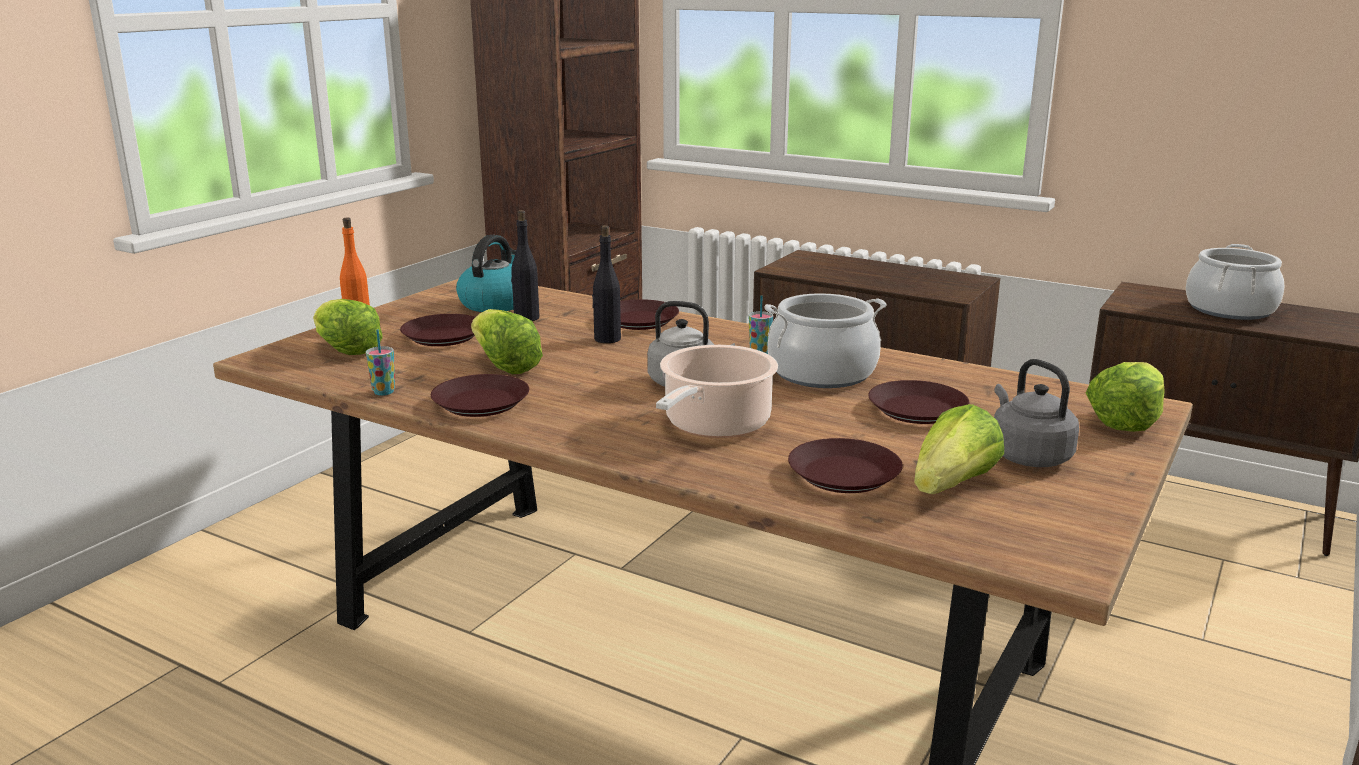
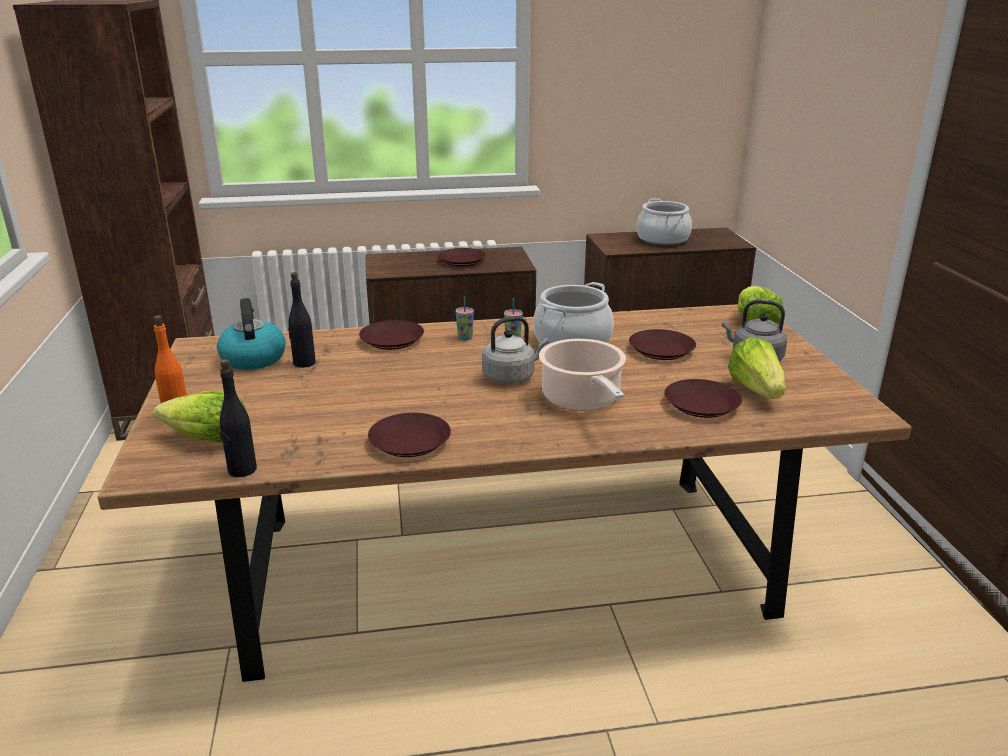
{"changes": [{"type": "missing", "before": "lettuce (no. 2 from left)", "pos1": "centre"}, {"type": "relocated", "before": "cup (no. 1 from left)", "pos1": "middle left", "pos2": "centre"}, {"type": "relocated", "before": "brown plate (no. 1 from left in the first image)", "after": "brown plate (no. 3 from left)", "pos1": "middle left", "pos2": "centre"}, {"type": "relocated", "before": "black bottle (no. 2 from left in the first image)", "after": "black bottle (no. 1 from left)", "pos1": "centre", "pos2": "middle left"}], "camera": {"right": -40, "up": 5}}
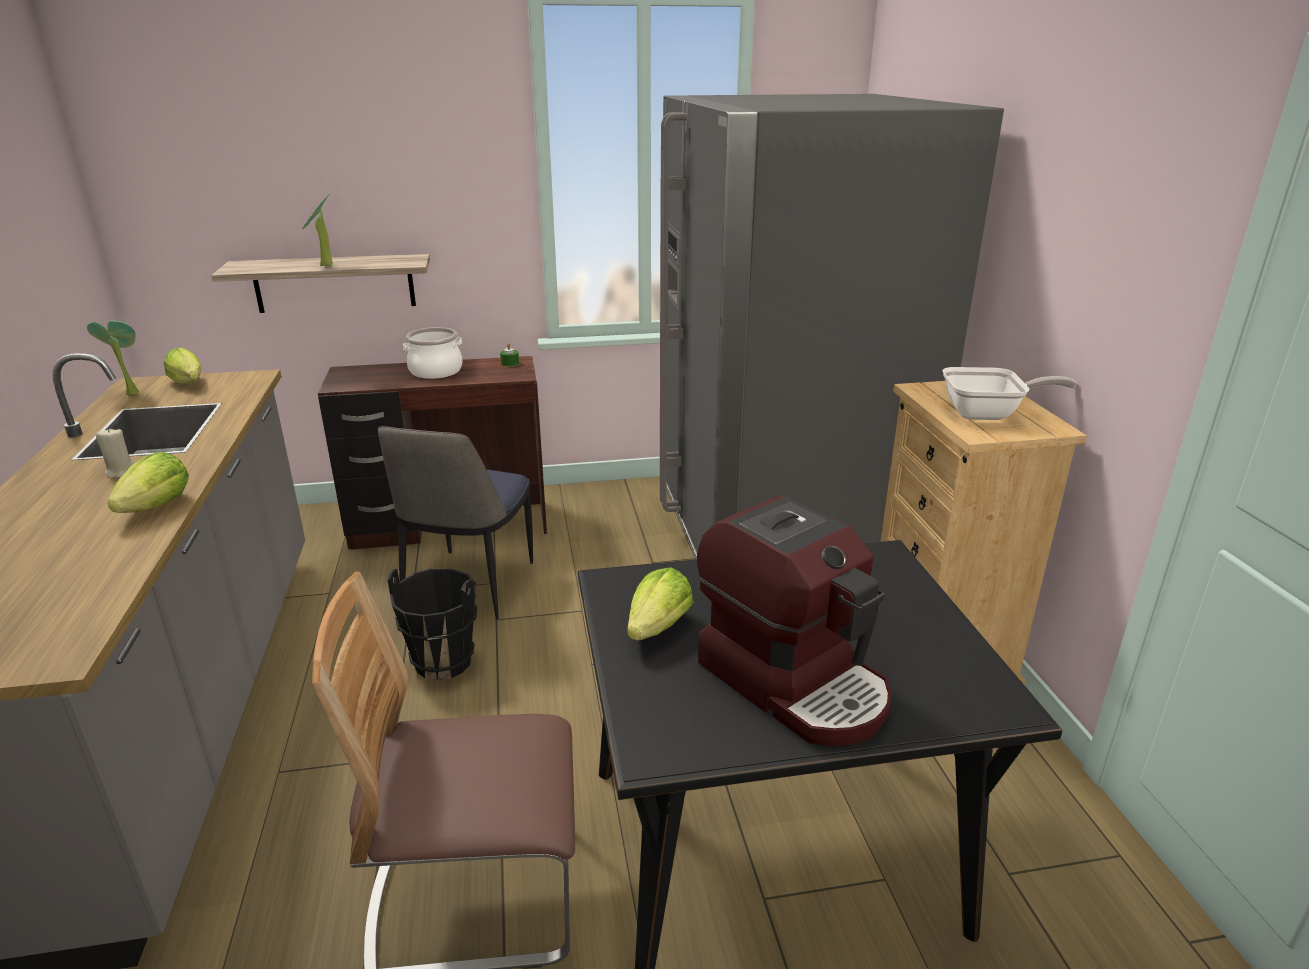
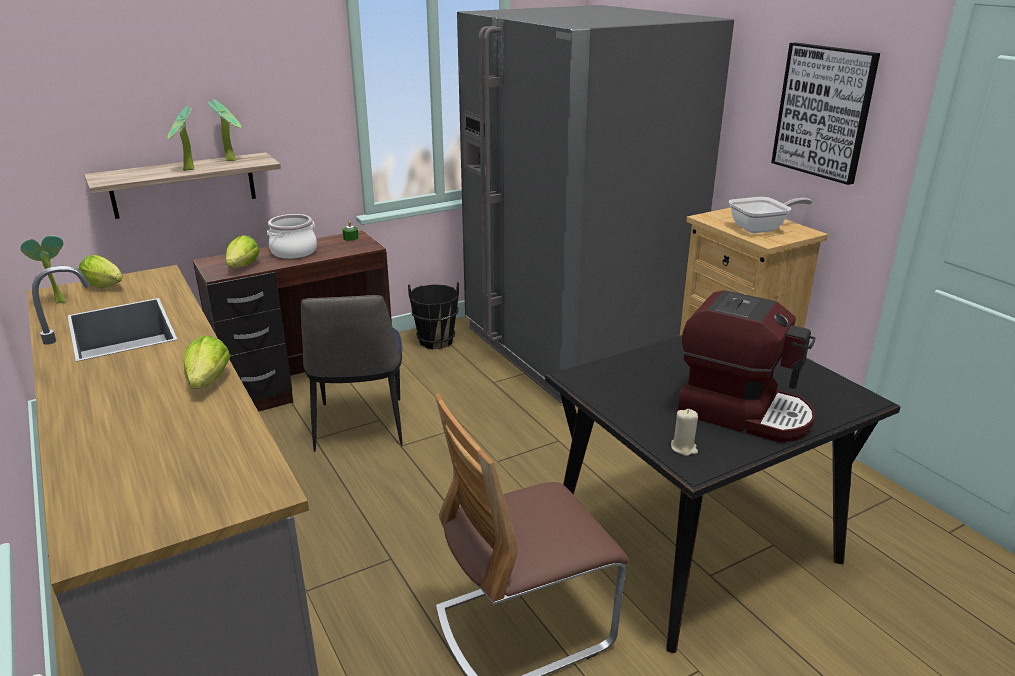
{"changes": [{"type": "appeared", "after": "potted plant (no. 3 from left)", "pos2": "top left"}, {"type": "appeared", "after": "picture", "pos2": "top right"}, {"type": "relocated", "before": "beige candle", "pos1": "middle left", "pos2": "middle right"}, {"type": "relocated", "before": "black bucket", "pos1": "middle left", "pos2": "centre"}, {"type": "relocated", "before": "lettuce (no. 3 from left)", "pos1": "centre", "pos2": "middle left"}], "camera": {"right": -20, "up": 0}}
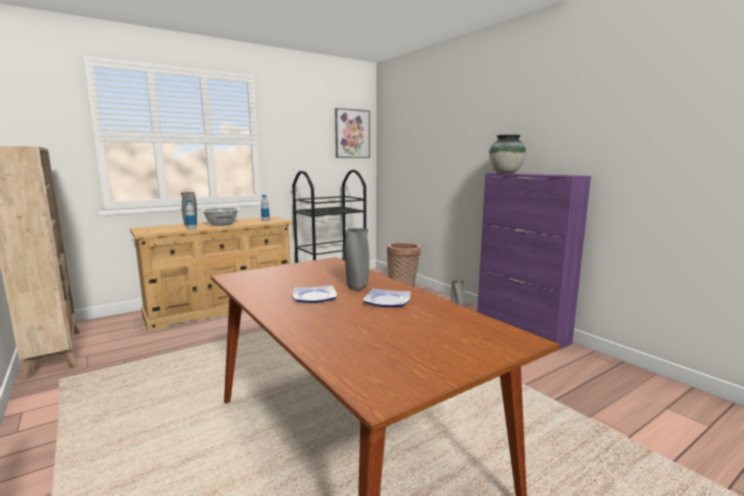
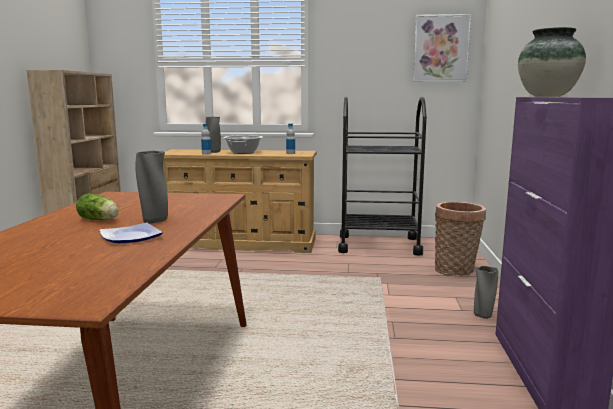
{"changes": [{"type": "exchanged", "before": "plate (no. 1 from left)", "after": "lettuce", "pos1": "centre", "pos2": "middle left"}], "camera": {"right": 40, "up": 0}}
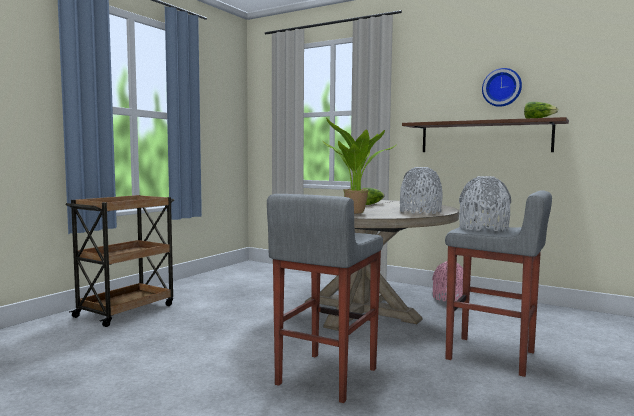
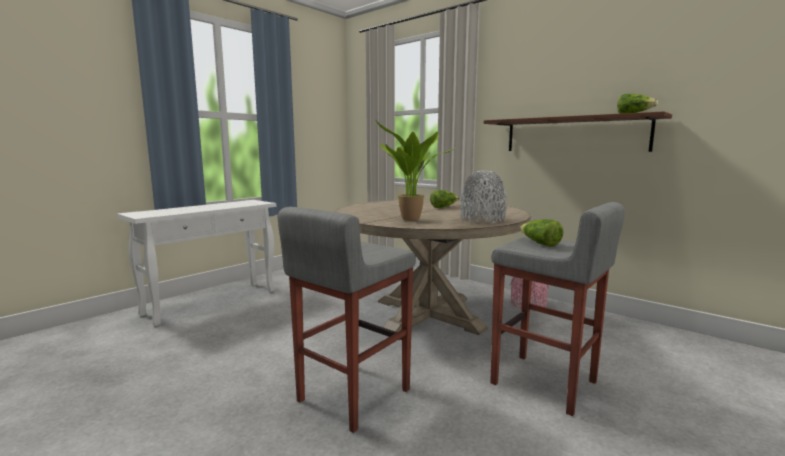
{"changes": [{"type": "missing", "before": "wall clock", "pos1": "top right"}, {"type": "exchanged", "before": "brown cart", "after": "white console table", "pos1": "middle left", "pos2": "middle left"}, {"type": "exchanged", "before": "grey vase (no. 2 from left)", "after": "lettuce (no. 2 from left)", "pos1": "middle right", "pos2": "middle right"}], "camera": {"right": 10, "up": 5}}
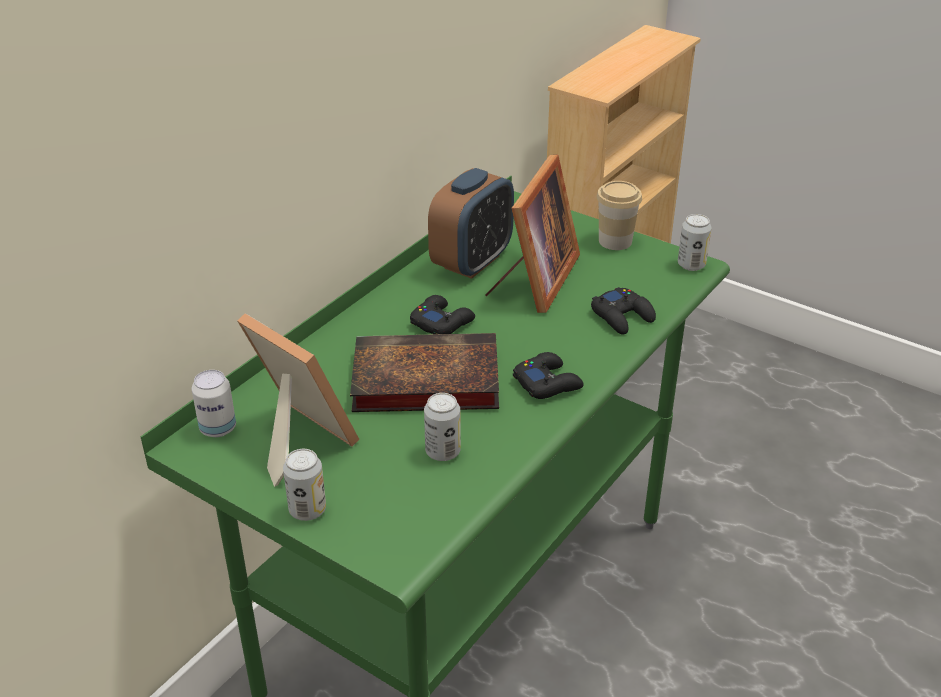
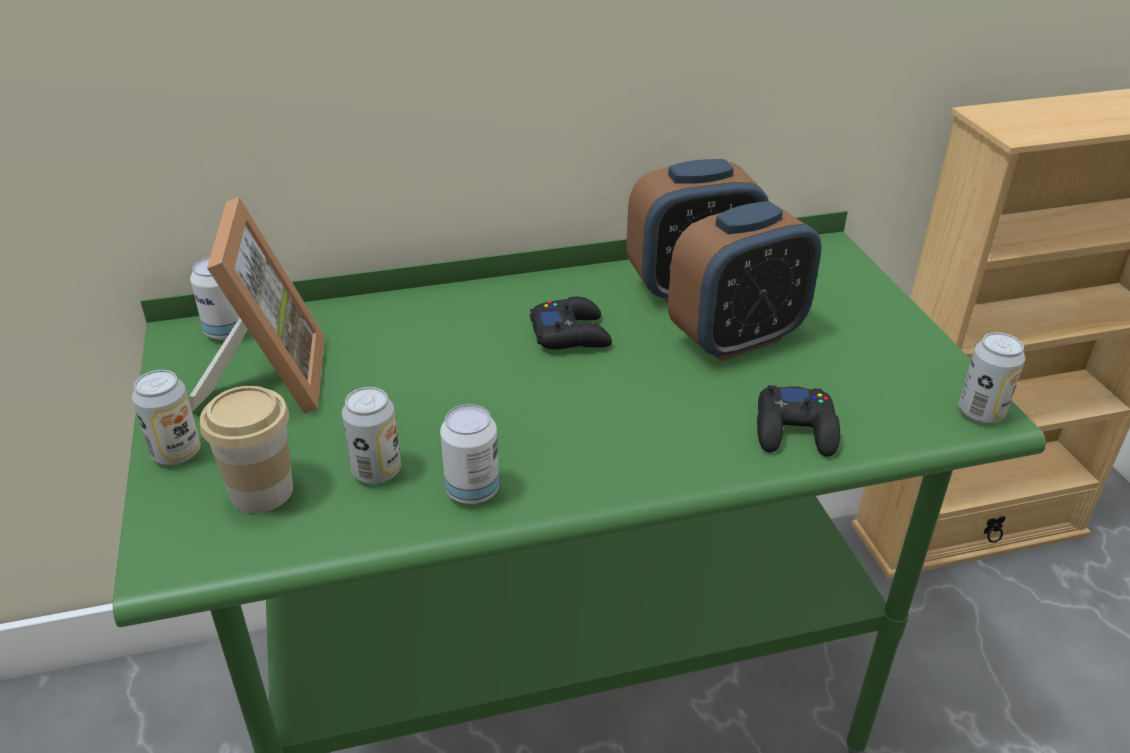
{"changes": [{"type": "missing", "before": "book", "pos1": "centre"}, {"type": "missing", "before": "black game controller (no. 2 from left)", "pos1": "centre"}, {"type": "appeared", "after": "can (no. 4 from left)", "pos2": "centre"}, {"type": "relocated", "before": "cup", "pos1": "top centre", "pos2": "middle left"}, {"type": "exchanged", "before": "picture frame (no. 2 from left)", "after": "alarm clock (no. 2 from left)", "pos1": "centre", "pos2": "centre"}], "camera": {"right": 40, "up": 0}}
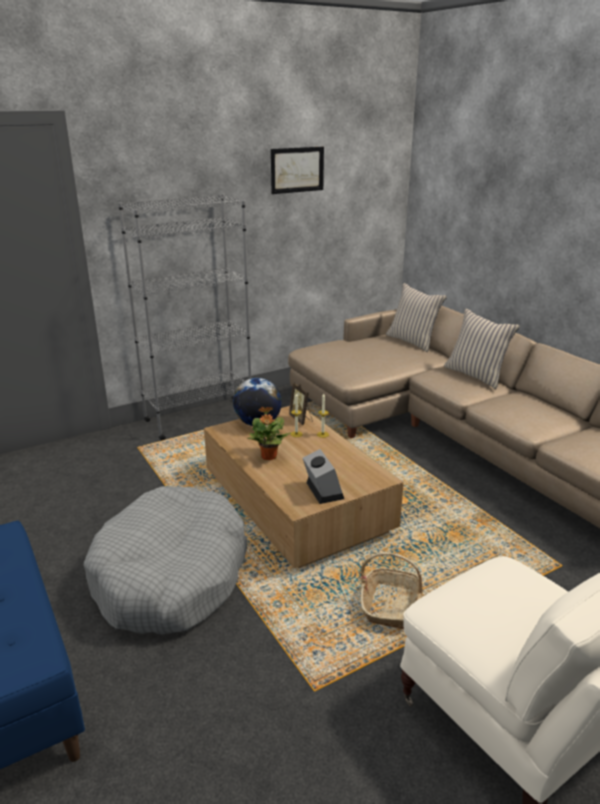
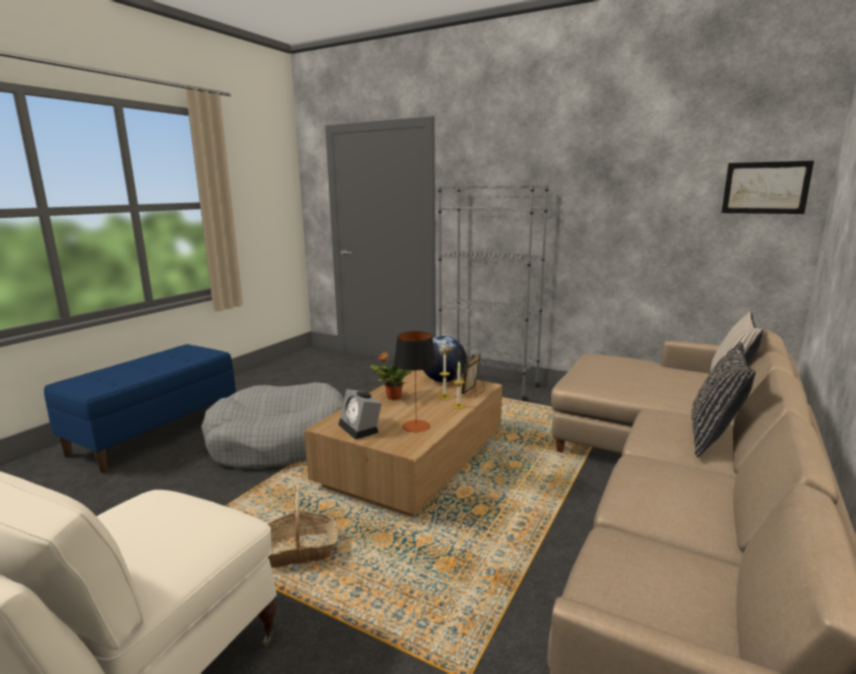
{"changes": [{"type": "appeared", "after": "table lamp", "pos2": "centre"}, {"type": "relocated", "before": "picture", "pos1": "top centre", "pos2": "top right"}, {"type": "colour", "before": "beige pillow (no. 2 from left)", "after": "black pillow", "pos1": "middle right", "pos2": "middle right"}, {"type": "spun", "before": "alarm clock", "pos1": "centre", "pos2": "centre", "turn": 105}], "camera": {"right": 60, "up": -10}}
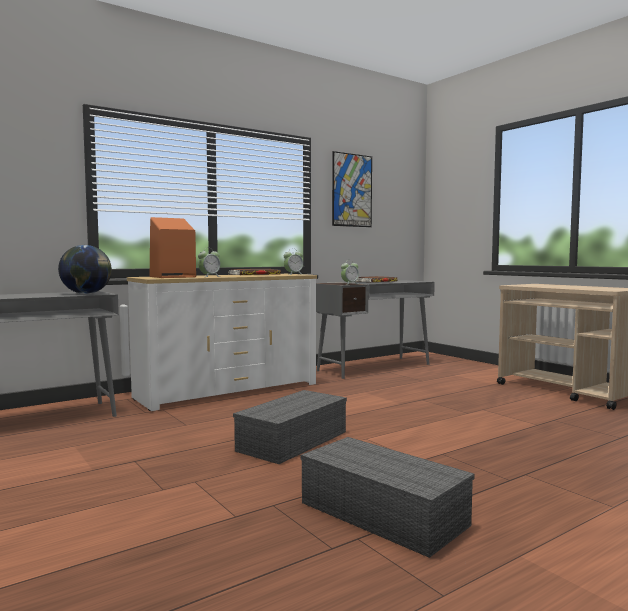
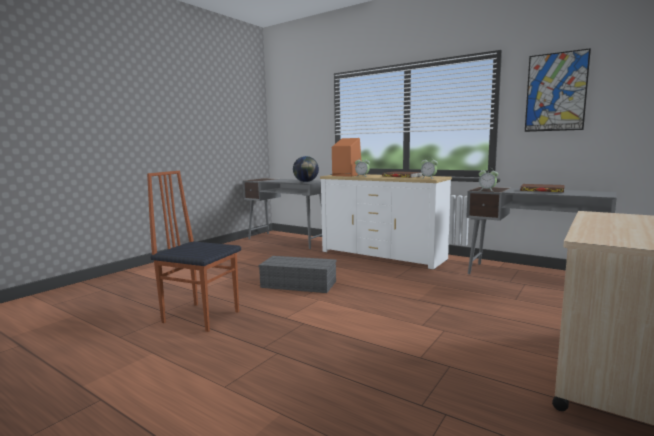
{"changes": [{"type": "exchanged", "before": "grey storage box (no. 2 from left)", "after": "chair", "pos1": "bottom centre", "pos2": "middle left"}], "camera": {"right": 70, "up": 5}}
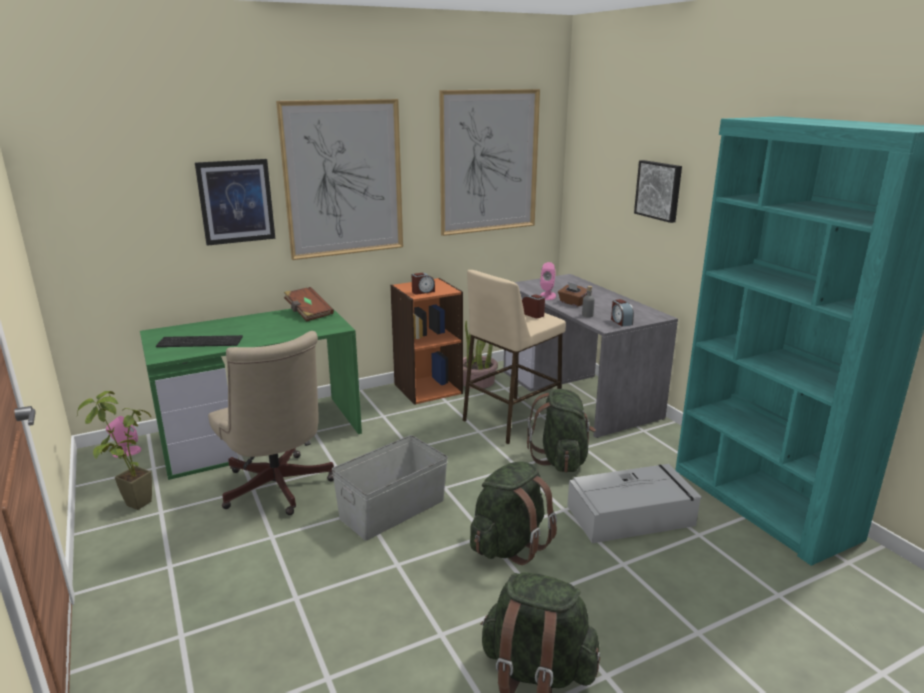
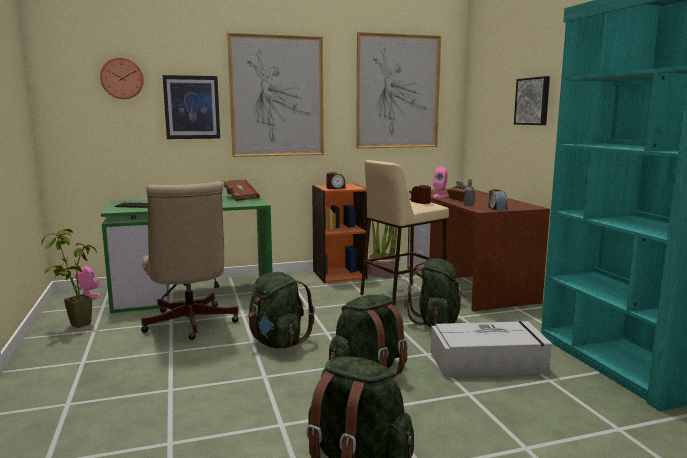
{"changes": [{"type": "appeared", "after": "wall clock", "pos2": "top left"}, {"type": "exchanged", "before": "grey storage box (no. 1 from left)", "after": "green backpack (no. 1 from left)", "pos1": "bottom centre", "pos2": "bottom centre"}, {"type": "colour", "before": "grey desk", "after": "brown desk", "pos1": "centre", "pos2": "middle right"}], "camera": {"right": 10, "up": -10}}
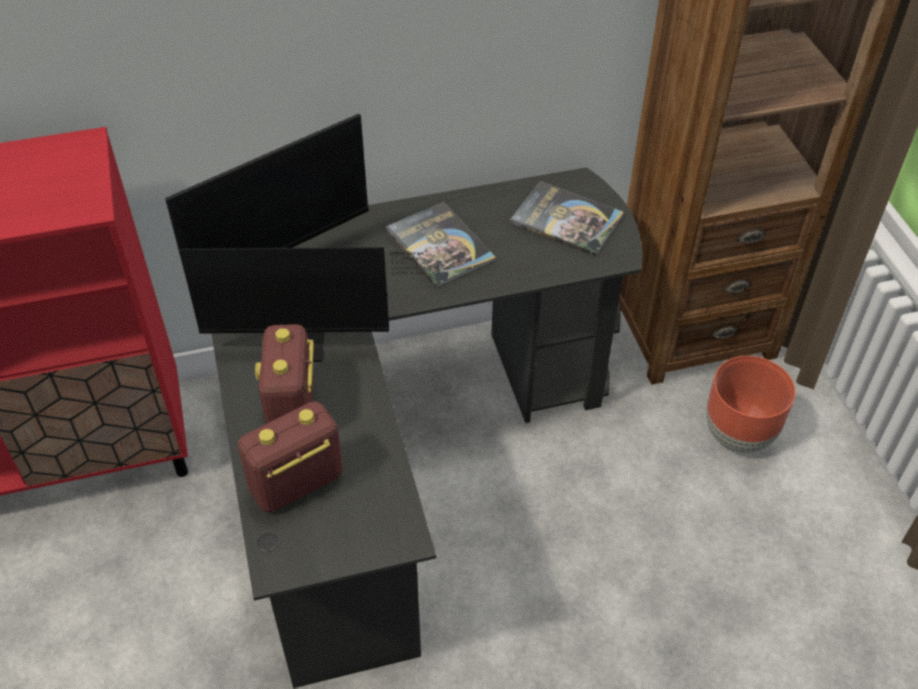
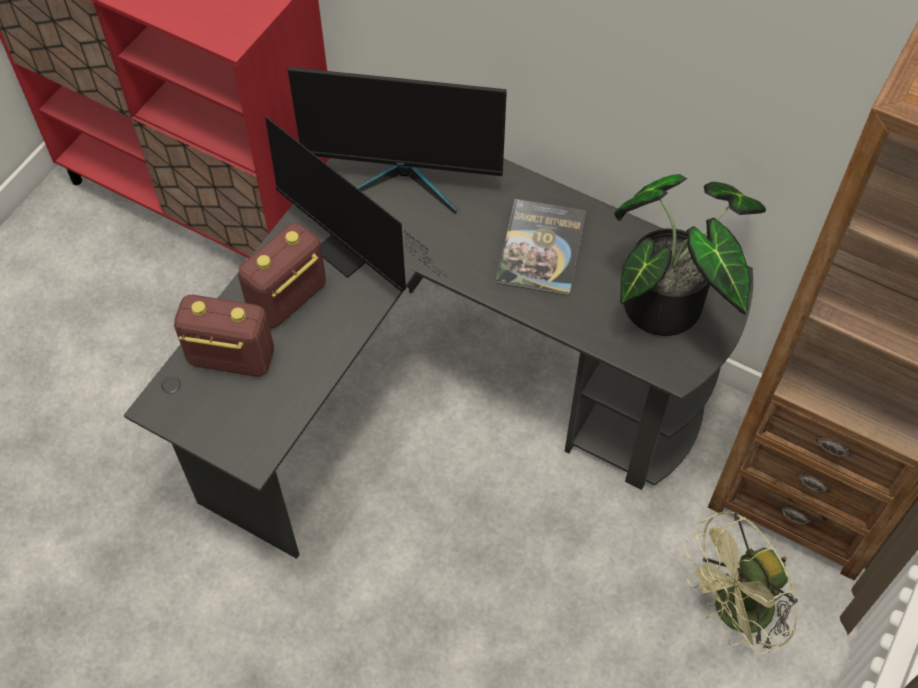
{"changes": [{"type": "exchanged", "before": "book (no. 2 from left)", "after": "potted plant", "pos1": "top centre", "pos2": "middle right"}, {"type": "exchanged", "before": "brown planter", "after": "green fan", "pos1": "middle right", "pos2": "bottom right"}], "camera": {"right": 45, "up": 10}}
